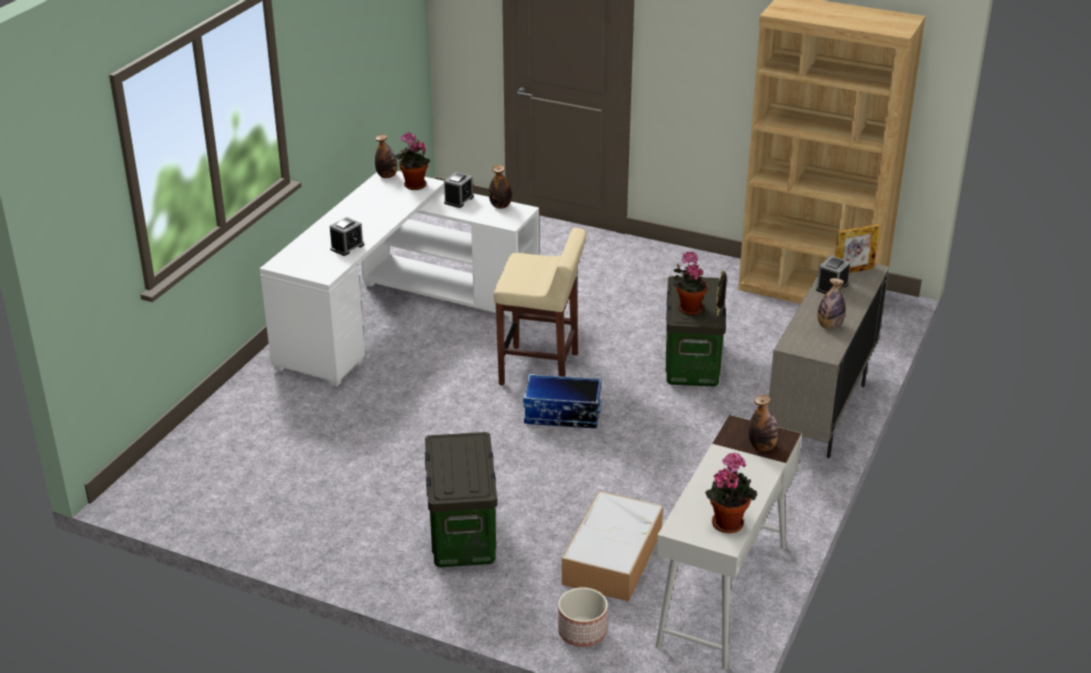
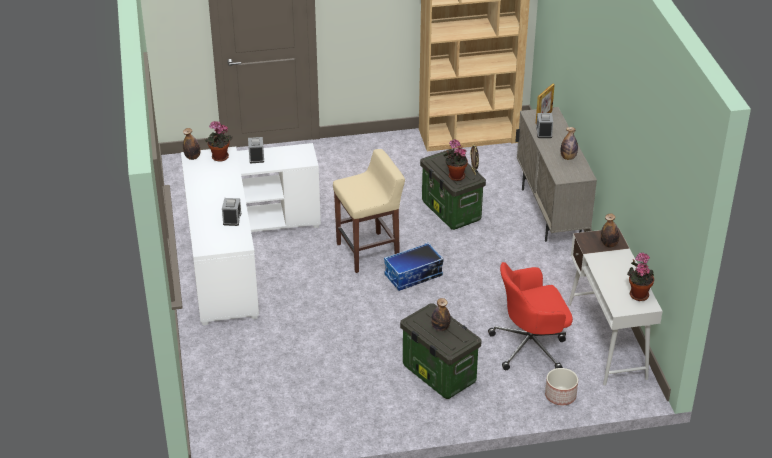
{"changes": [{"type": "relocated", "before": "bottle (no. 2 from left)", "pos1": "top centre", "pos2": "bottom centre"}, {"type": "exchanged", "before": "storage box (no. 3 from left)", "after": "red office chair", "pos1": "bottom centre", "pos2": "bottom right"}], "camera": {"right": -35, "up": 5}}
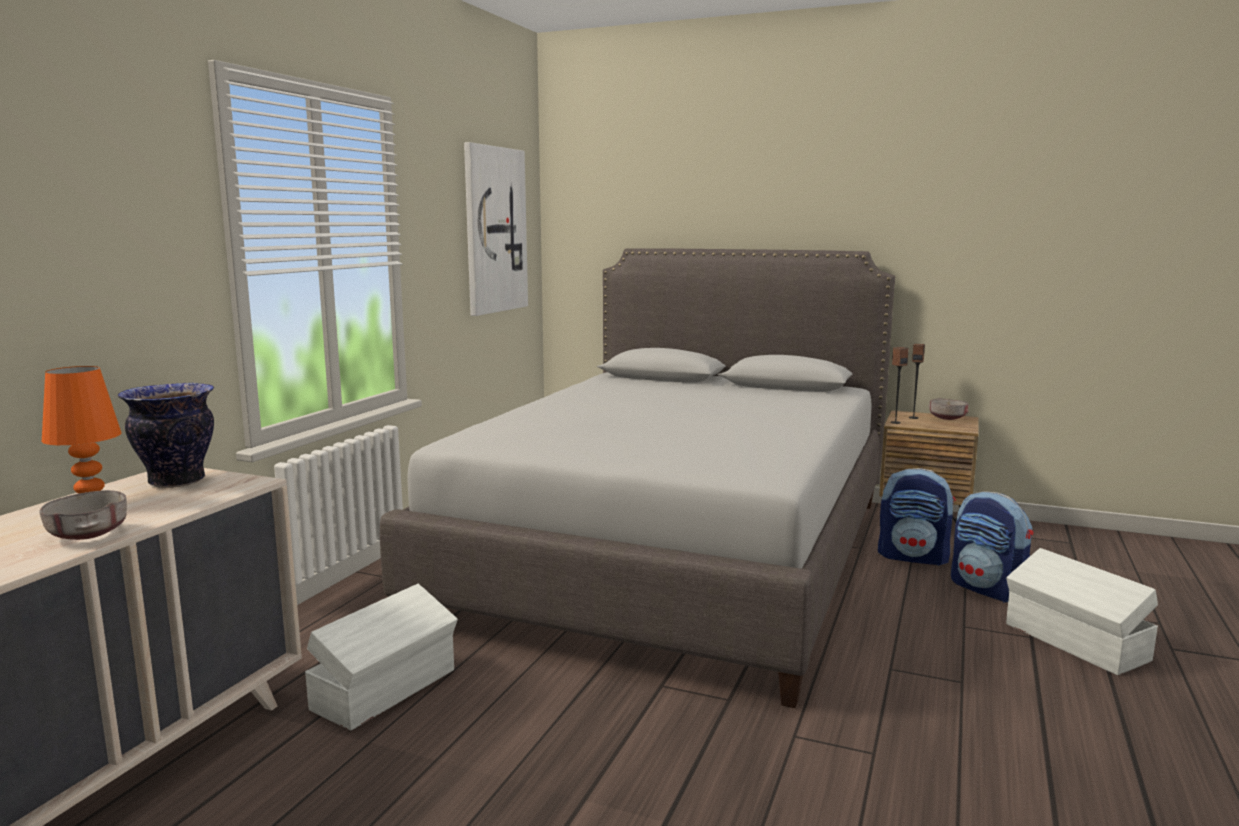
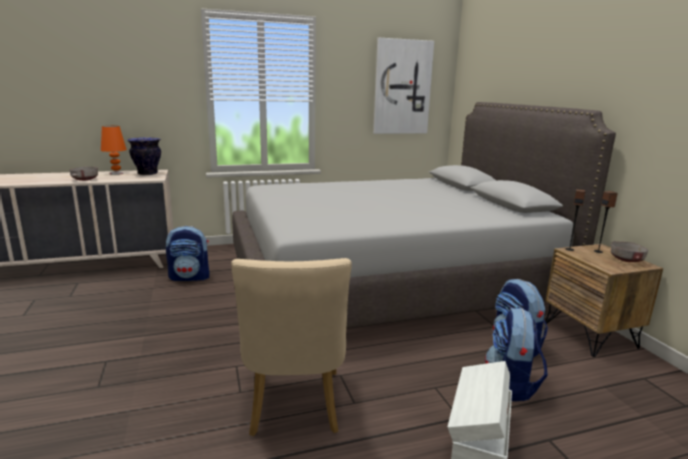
{"changes": [{"type": "appeared", "after": "beige chair", "pos2": "bottom centre"}, {"type": "exchanged", "before": "white storage box (no. 1 from left)", "after": "backpack (no. 1 from left)", "pos1": "bottom left", "pos2": "middle left"}], "camera": {"right": 50, "up": 5}}
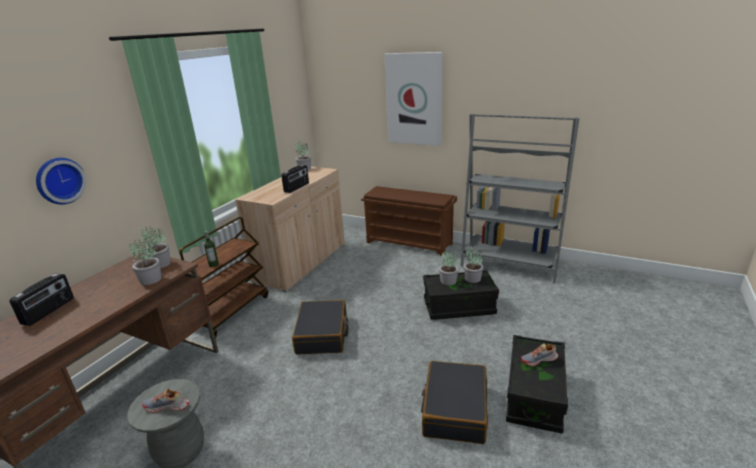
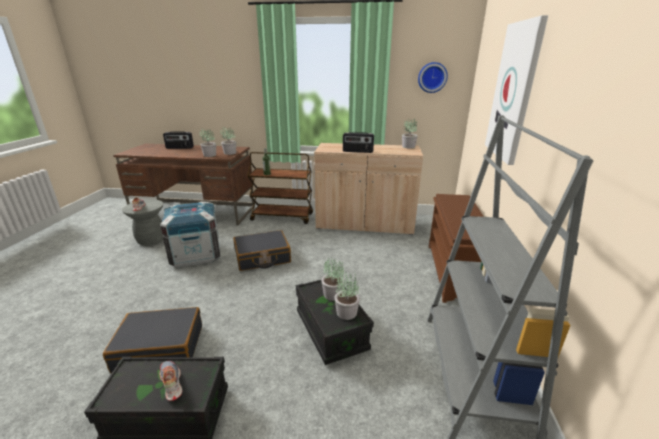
{"changes": [{"type": "appeared", "after": "crate", "pos2": "middle left"}, {"type": "relocated", "before": "wall clock", "pos1": "middle left", "pos2": "top centre"}], "camera": {"right": 70, "up": 0}}
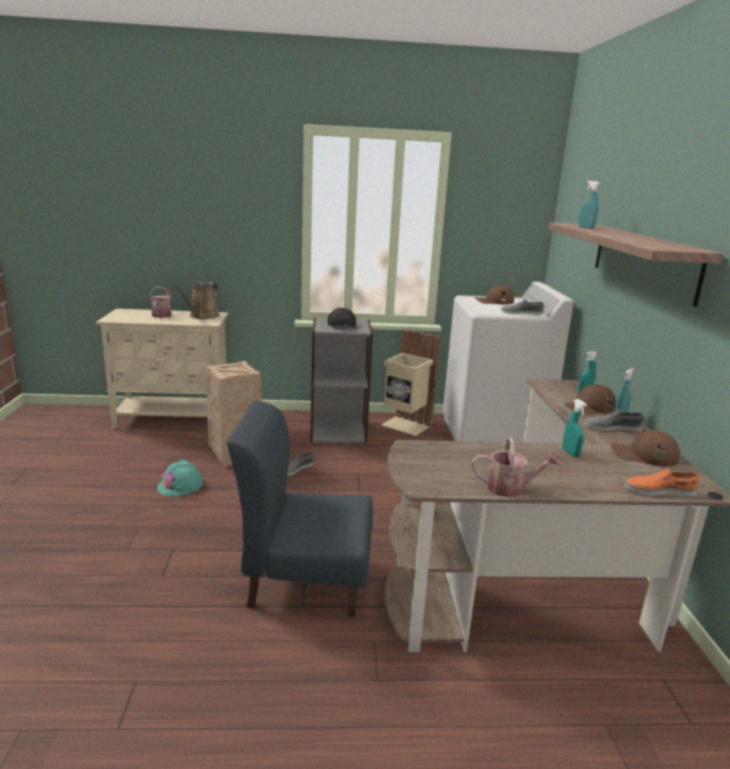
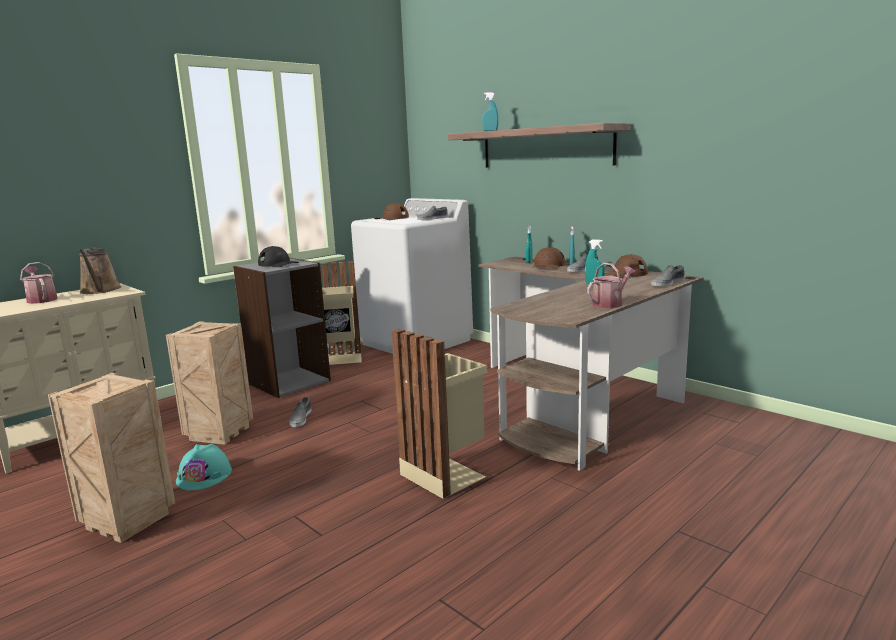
{"changes": [{"type": "appeared", "after": "crate (no. 1 from left)", "pos2": "bottom left"}, {"type": "exchanged", "before": "blue chair", "after": "beige trash can (no. 2 from left)", "pos1": "centre", "pos2": "centre"}, {"type": "colour", "before": "orange shoe", "after": "grey shoe (no. 4 from left)", "pos1": "middle right", "pos2": "middle right"}], "camera": {"right": -40, "up": -5}}
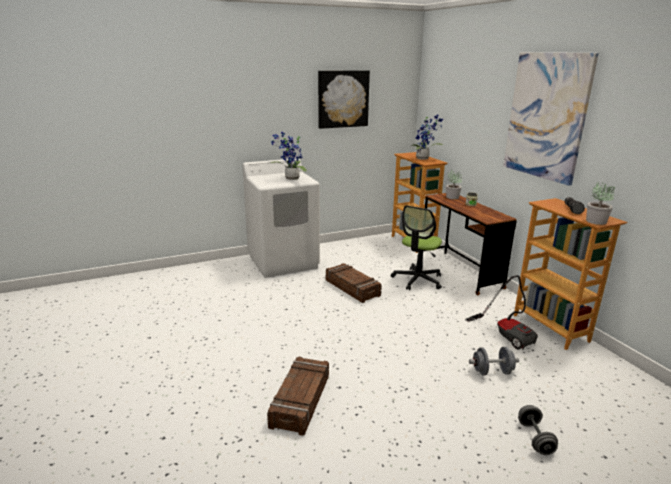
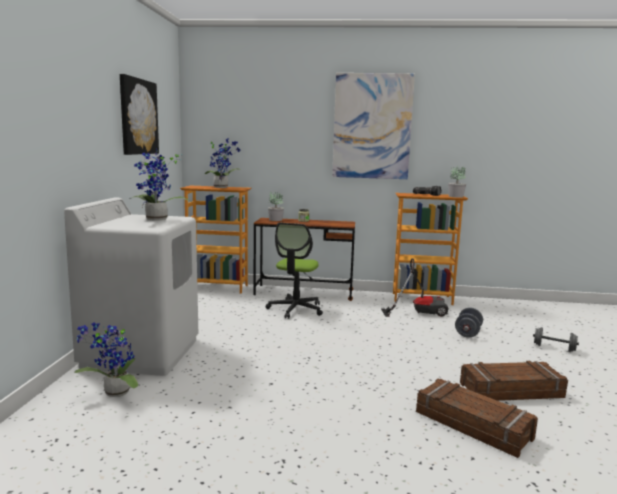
{"changes": [{"type": "appeared", "after": "potted plant (no. 1 from left)", "pos2": "bottom left"}, {"type": "relocated", "before": "crate (no. 2 from left)", "pos1": "centre", "pos2": "bottom right"}, {"type": "spun", "before": "office chair", "pos1": "centre", "pos2": "centre", "turn": 45}], "camera": {"right": -60, "up": -10}}
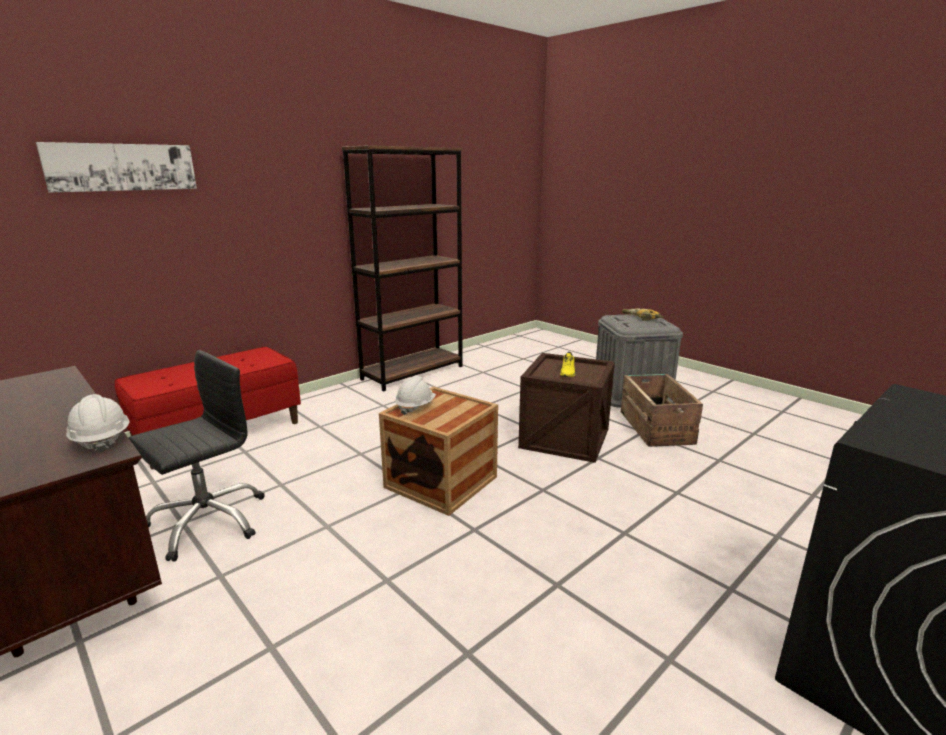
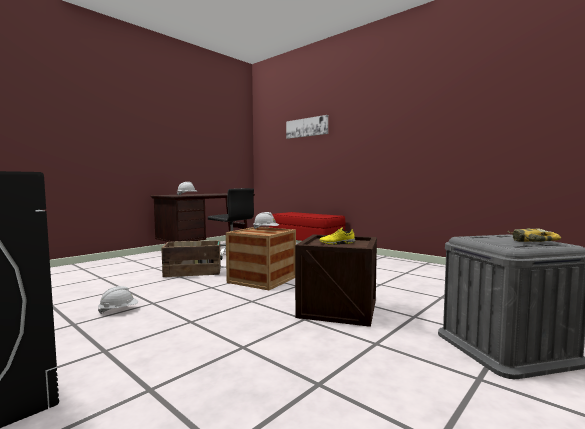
{"changes": [{"type": "missing", "before": "brown bookcase", "pos1": "centre"}, {"type": "appeared", "after": "white hard hat (no. 1 from left)", "pos2": "bottom left"}, {"type": "relocated", "before": "crate (no. 3 from left in the first image)", "after": "crate (no. 1 from left)", "pos1": "middle right", "pos2": "middle left"}], "camera": {"right": 85, "up": -15}}
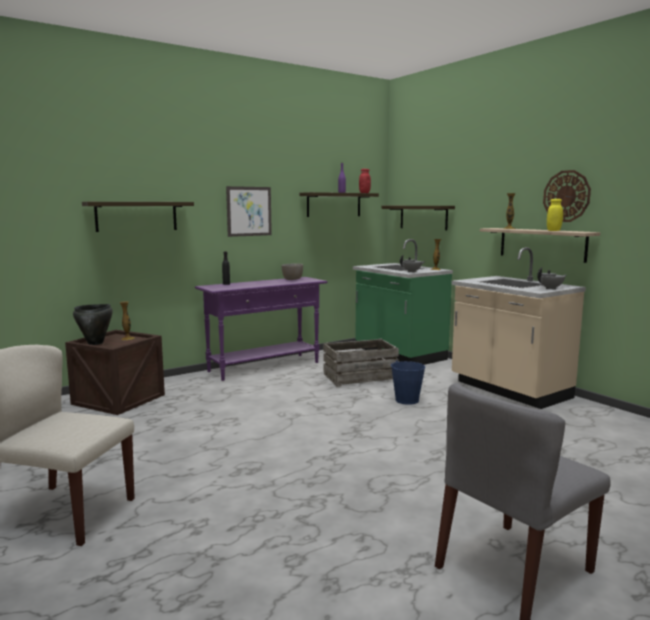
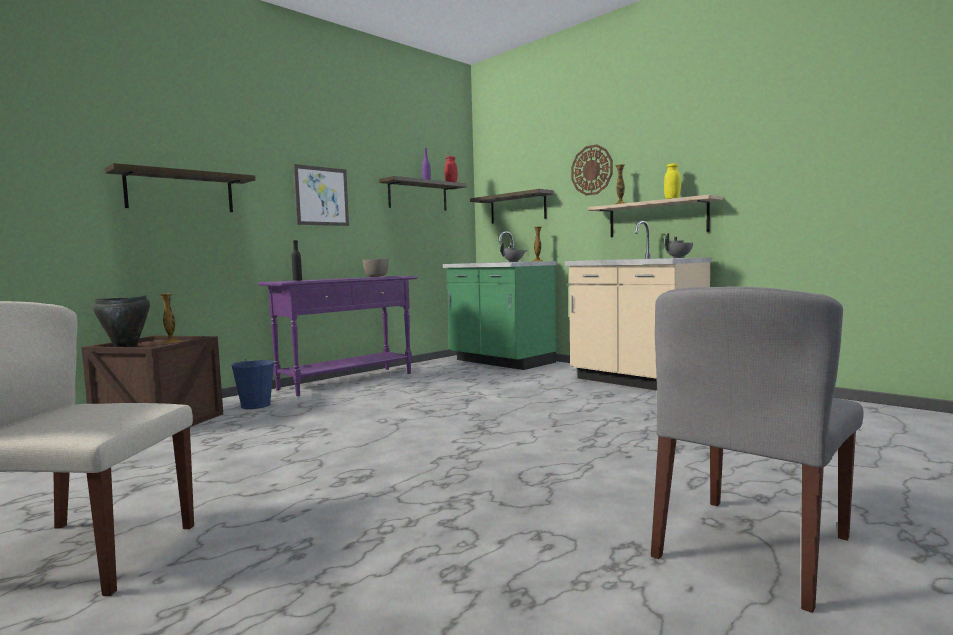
{"changes": [{"type": "missing", "before": "crate (no. 2 from left)", "pos1": "centre"}, {"type": "relocated", "before": "blue bucket", "pos1": "centre", "pos2": "middle left"}, {"type": "relocated", "before": "wall clock", "pos1": "top right", "pos2": "top centre"}], "camera": {"right": -10, "up": -5}}
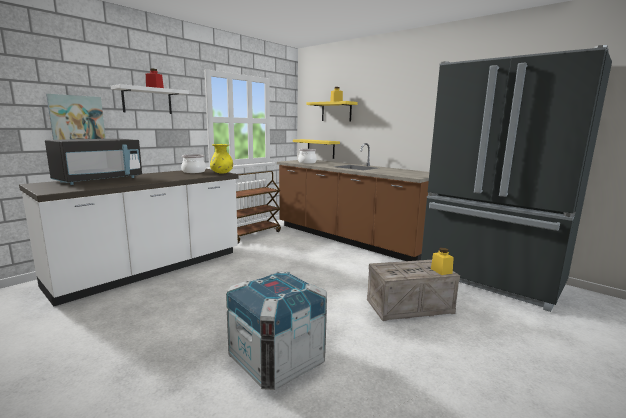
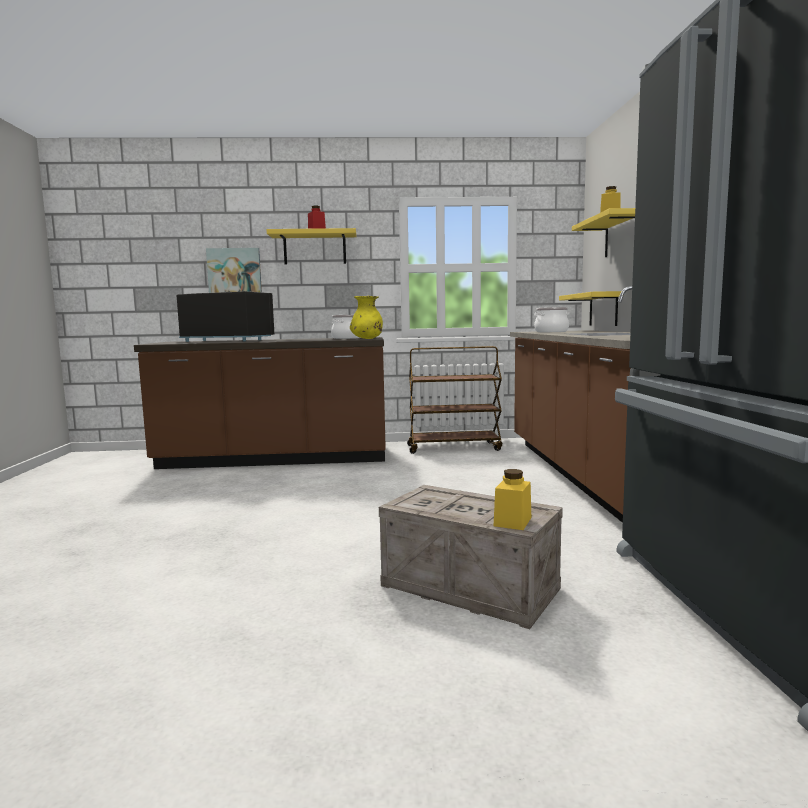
{"changes": [{"type": "missing", "before": "crate (no. 1 from left)", "pos1": "bottom centre"}, {"type": "colour", "before": "white counter", "after": "brown counter (no. 1 from left)", "pos1": "middle left", "pos2": "middle left"}, {"type": "colour", "before": "white shelf", "after": "yellow shelf (no. 1 from left)", "pos1": "top left", "pos2": "top centre"}, {"type": "spun", "before": "black microwave", "pos1": "middle left", "pos2": "middle left", "turn": -150}], "camera": {"right": 45, "up": -5}}
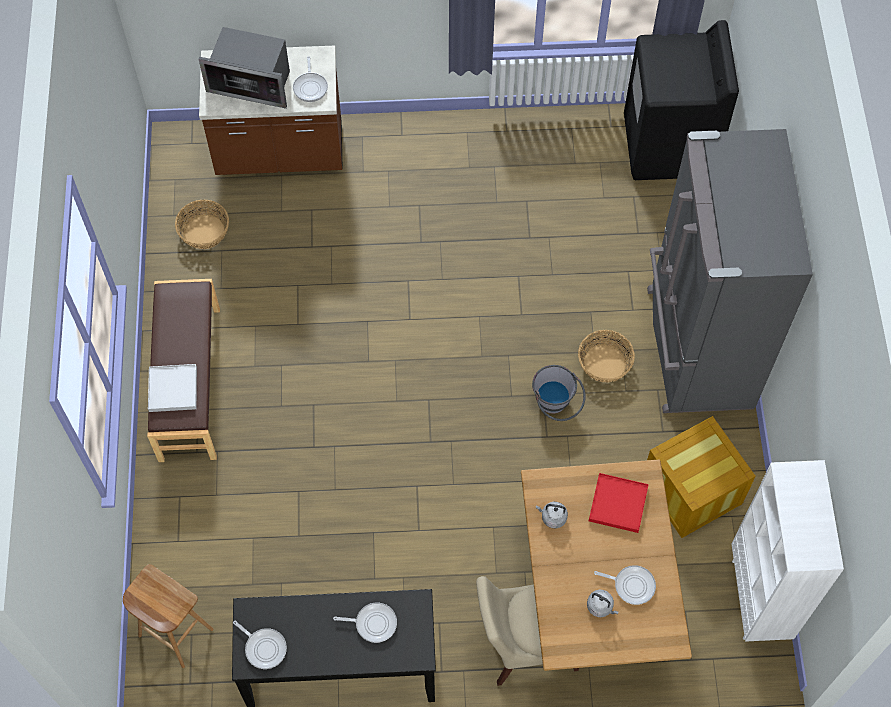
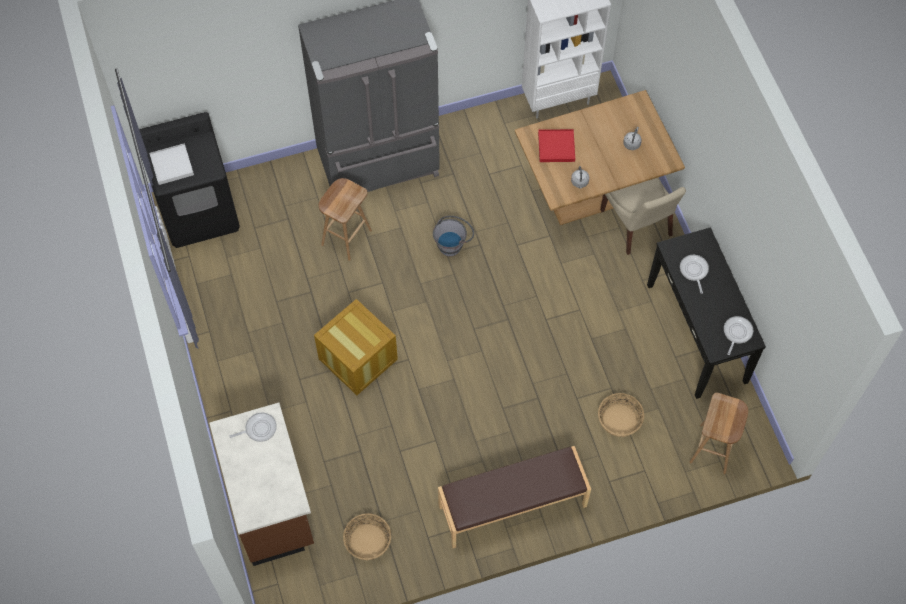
{"changes": [{"type": "missing", "before": "microwave", "pos1": "top left"}, {"type": "missing", "before": "frying pan (no. 4 from left)", "pos1": "bottom right"}, {"type": "appeared", "after": "brown stool (no. 1 from left)", "pos2": "centre"}, {"type": "relocated", "before": "white tray", "pos1": "middle left", "pos2": "top left"}, {"type": "relocated", "before": "basket (no. 2 from left)", "pos1": "middle right", "pos2": "bottom right"}, {"type": "relocated", "before": "crate", "pos1": "bottom right", "pos2": "centre"}], "camera": {"right": -105, "up": 0}}
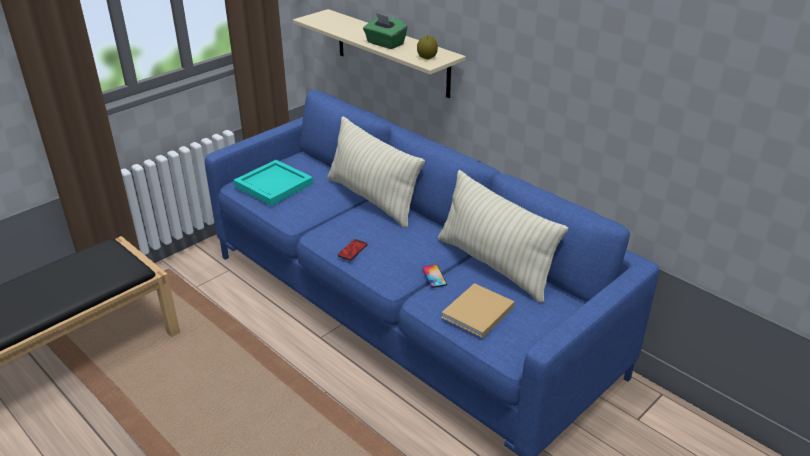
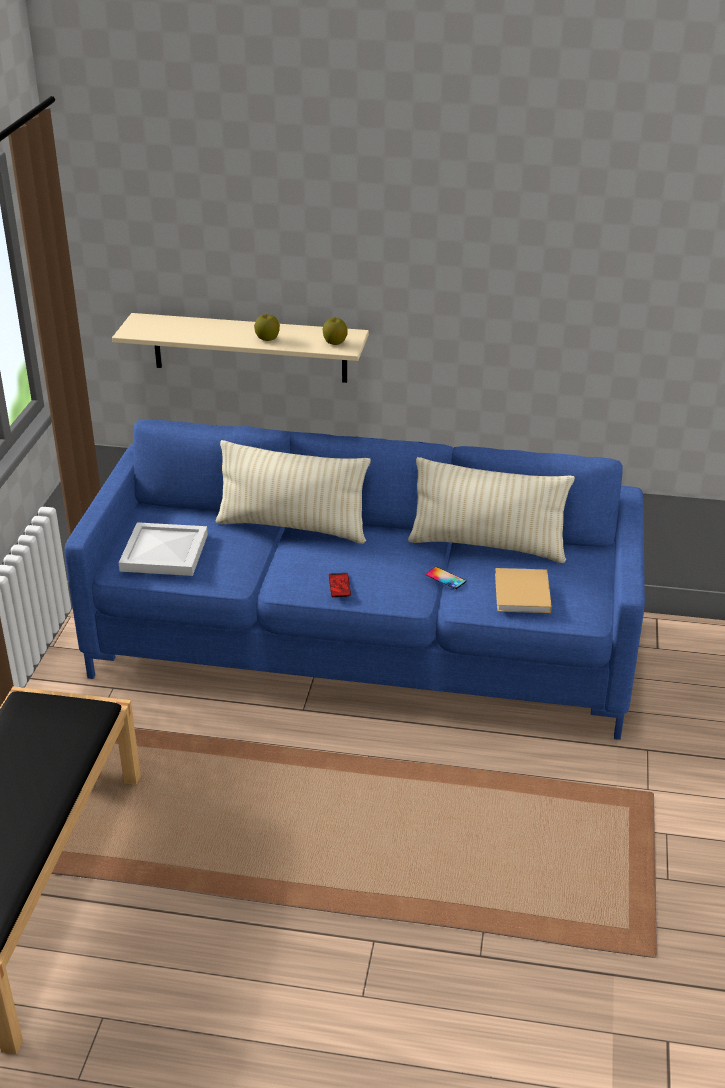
{"changes": [{"type": "exchanged", "before": "green tissue box", "after": "apple (no. 1 from left)", "pos1": "top centre", "pos2": "top centre"}, {"type": "colour", "before": "turquoise tray", "after": "white tray", "pos1": "centre", "pos2": "middle left"}], "camera": {"right": -35, "up": 0}}
